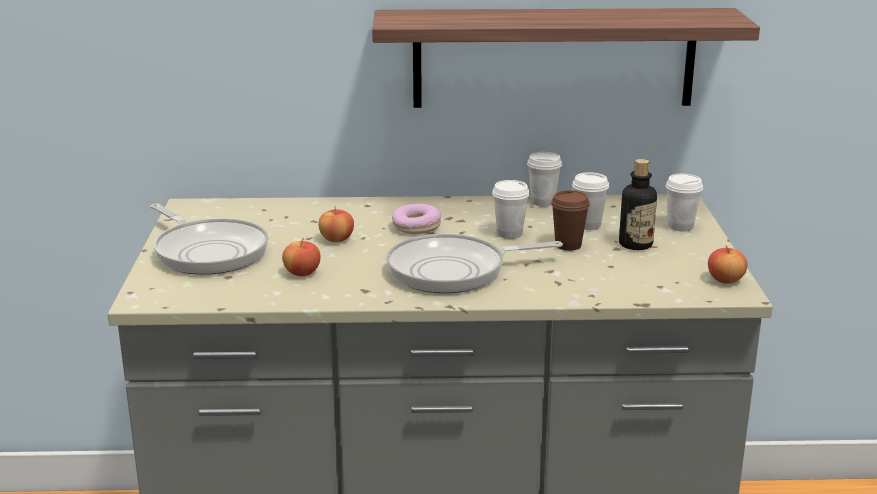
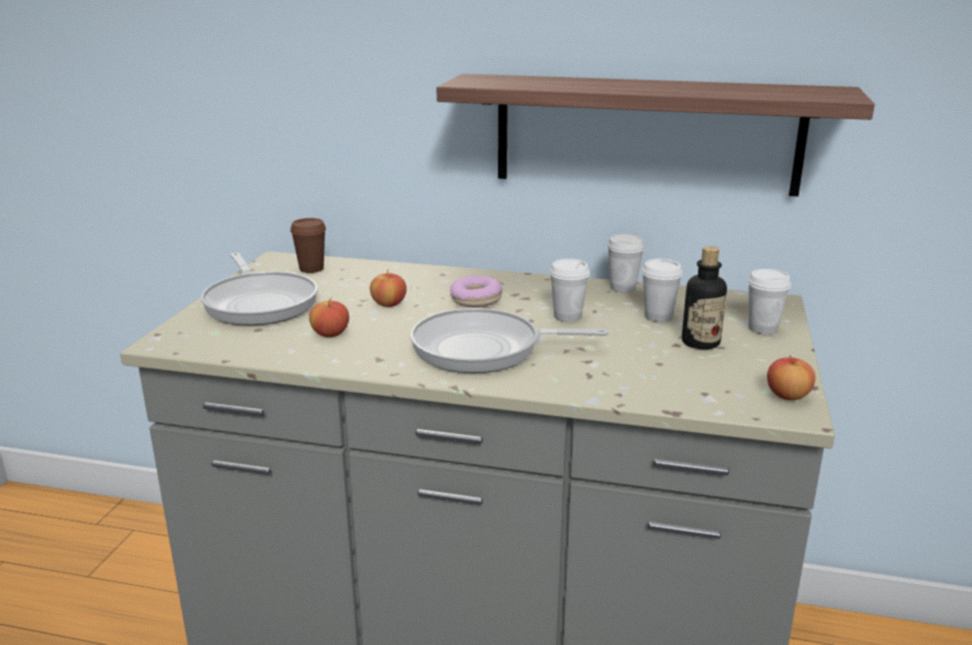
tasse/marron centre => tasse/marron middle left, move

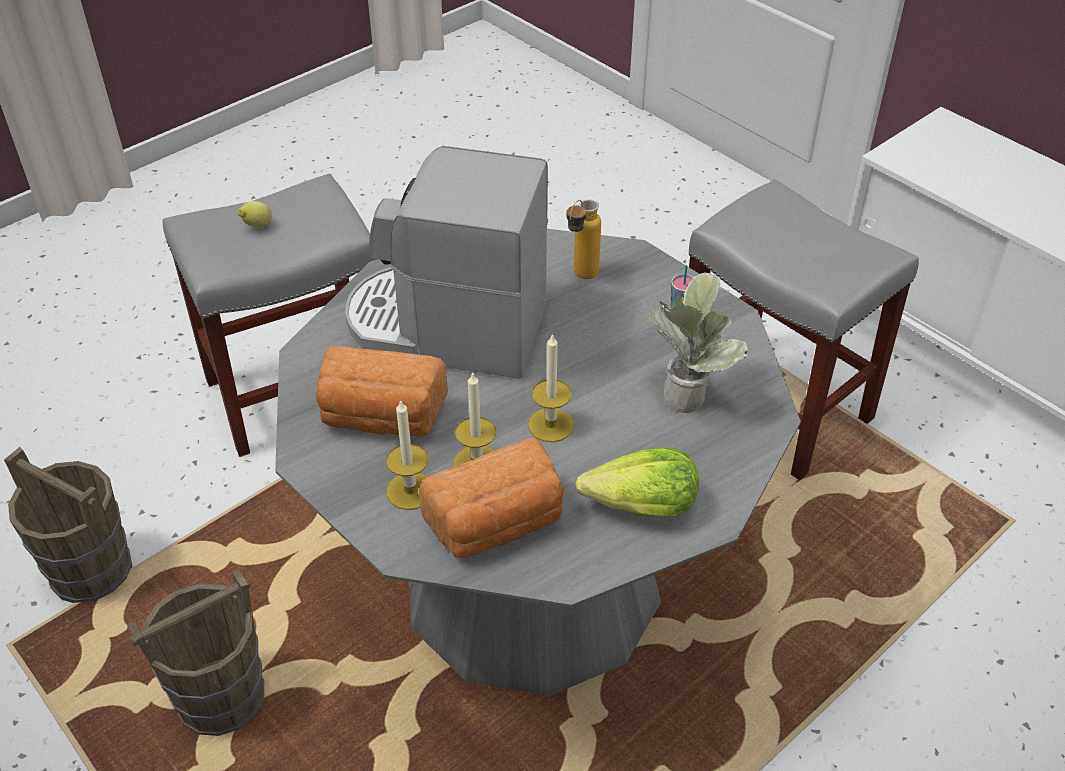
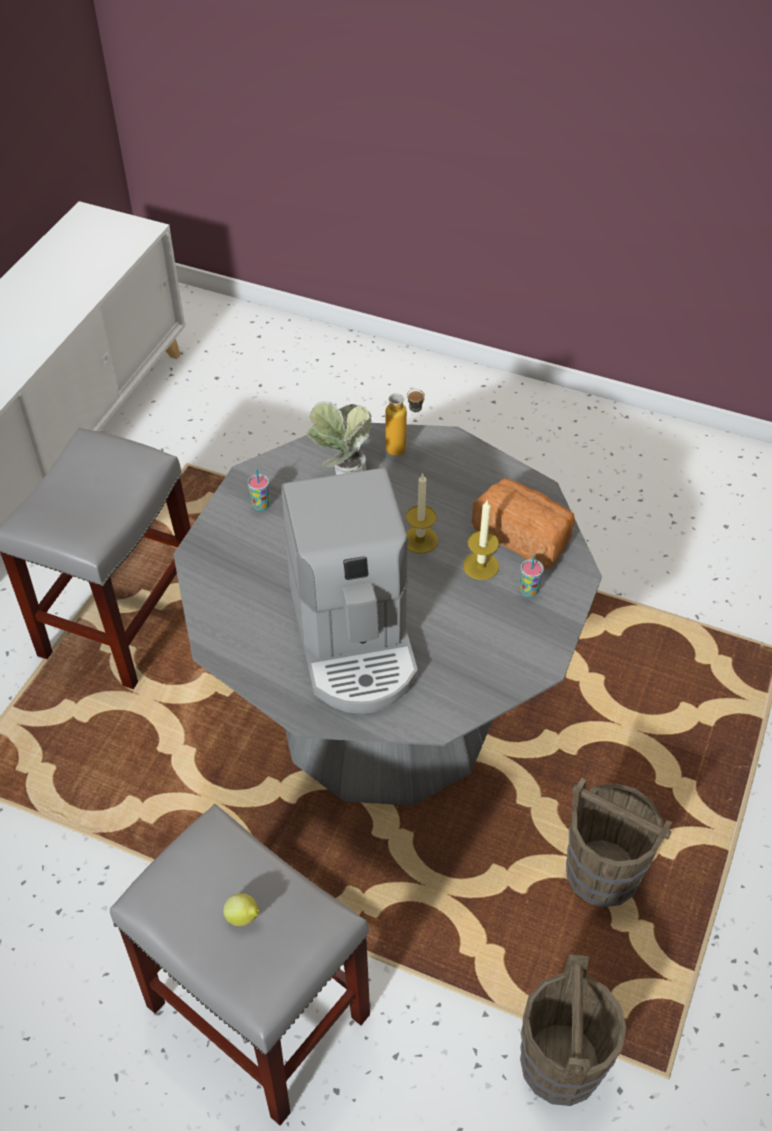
pain (1st from left) centre => nothing
laitue centre => nothing
bouteille top centre => bouteille centre, move
bougie (1st from left) centre => tasse (2nd from left) middle right

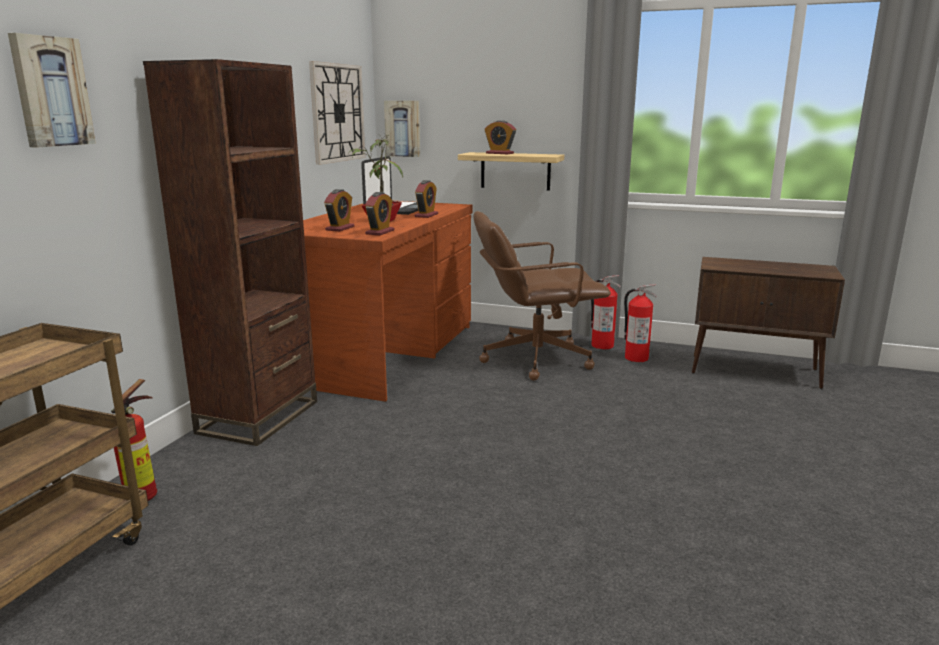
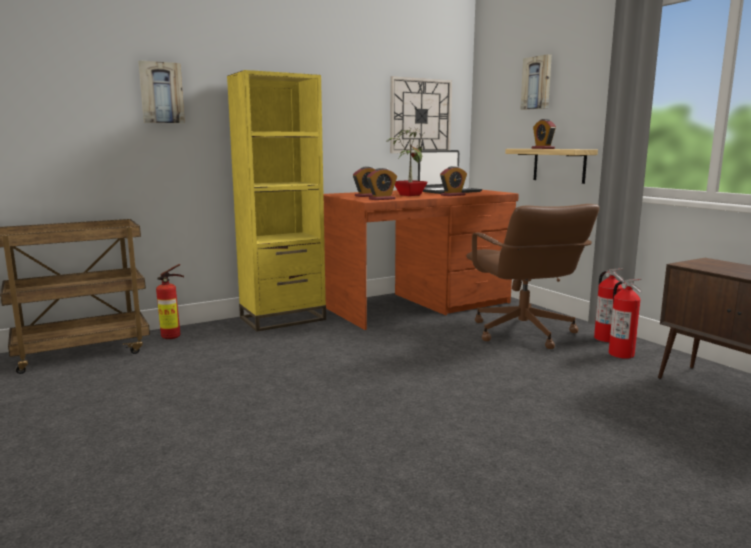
tableau (2nd from left) top centre => tableau (2nd from left) top right, move
bibliothèque/marron middle left => bibliothèque/jaune centre
chaise de bureau/marron centre => chaise de bureau/marron middle right, 135 degrees counterclockwise

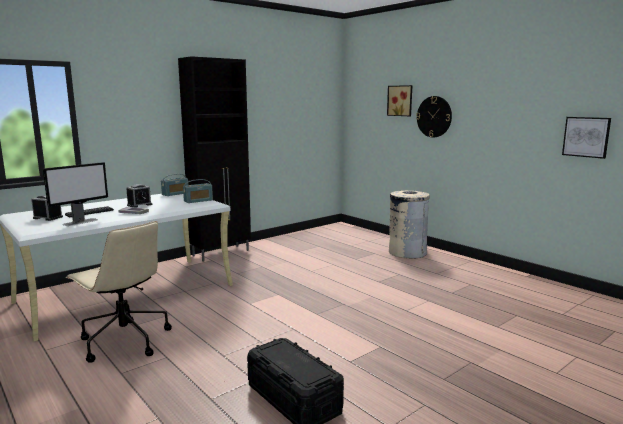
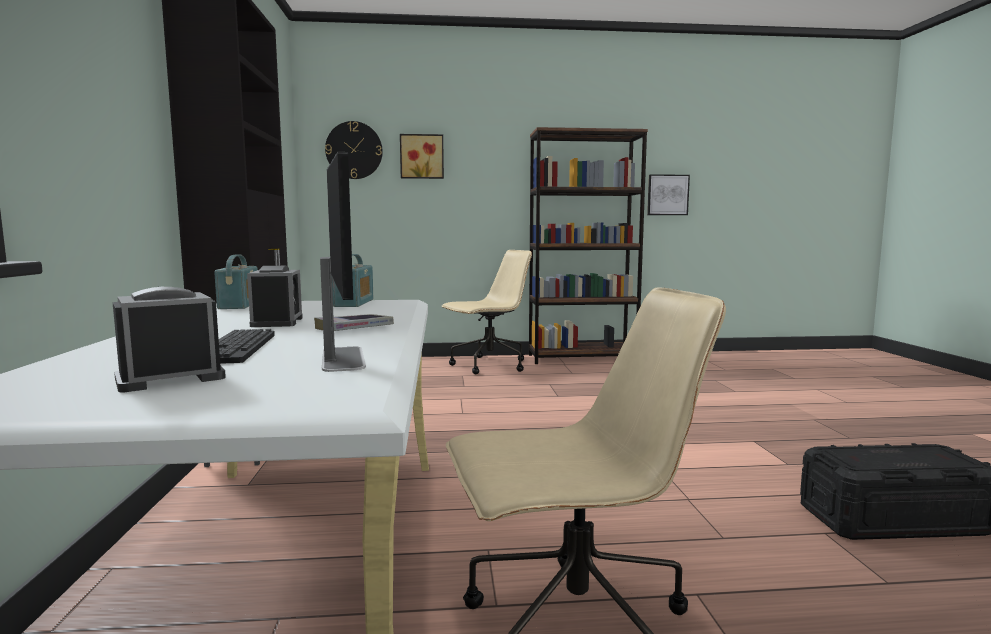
nothing => bibliothèque/marron centre
horloge murale top right => horloge murale top centre, move
poubelle/beige centre => chaise de bureau/beige (1st from left) centre

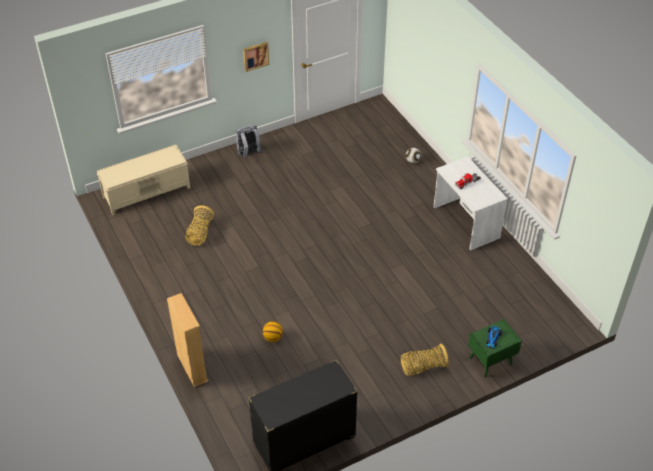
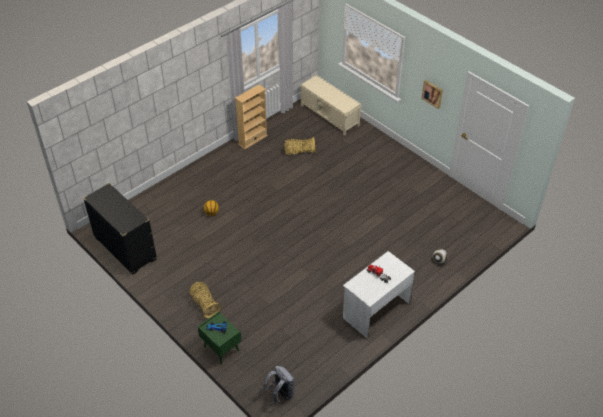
bibliothèque/beige bottom left => bibliothèque/beige top centre, move
sac à dos/gris top centre => sac à dos/gris bottom centre, move

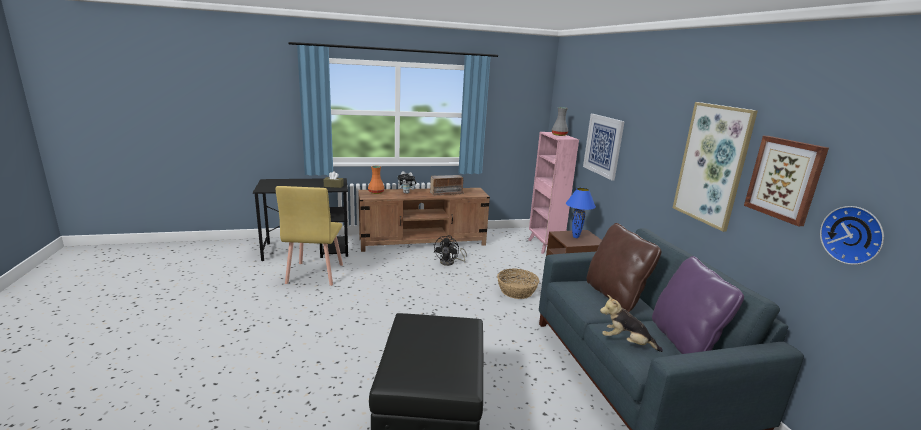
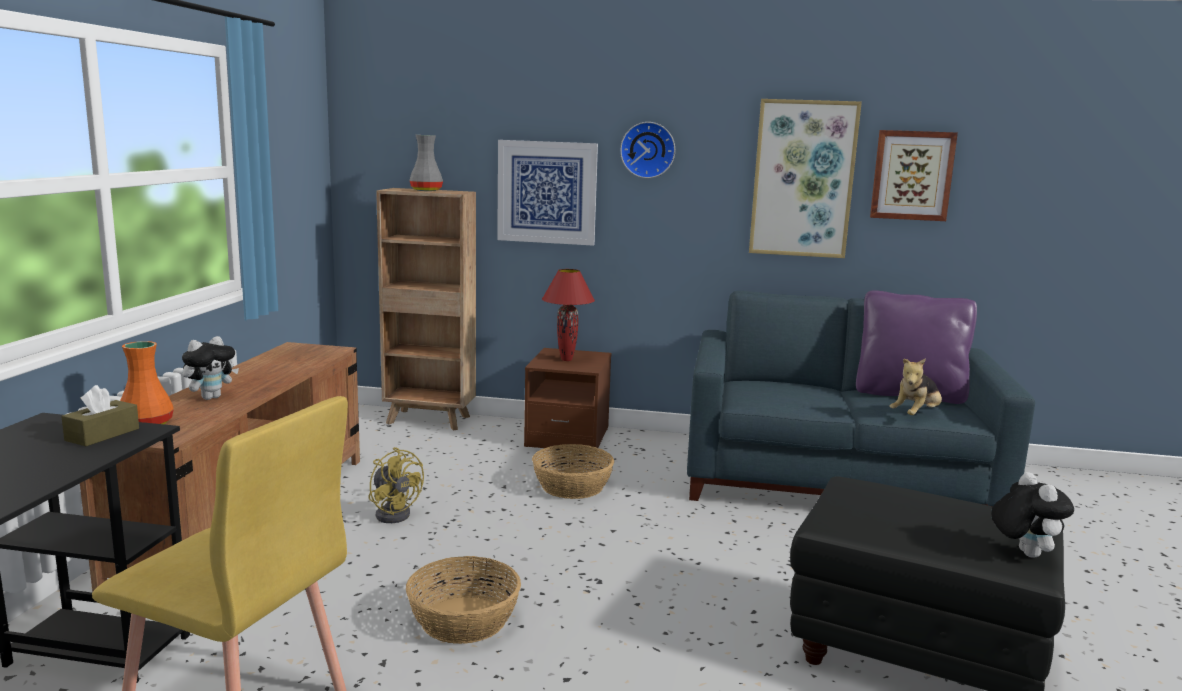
radio centre => nothing
coussin/marron middle right => nothing
nothing => panier (1st from left) bottom centre
nothing => peluche (3rd from left) bottom right
horloge murale middle right => horloge murale top centre, move
ventilateur/noir centre => ventilateur/jaune bottom centre
bibliothèque/rose centre => bibliothèque/marron centre
lampe de table/bleu centre => lampe de table/rouge centre

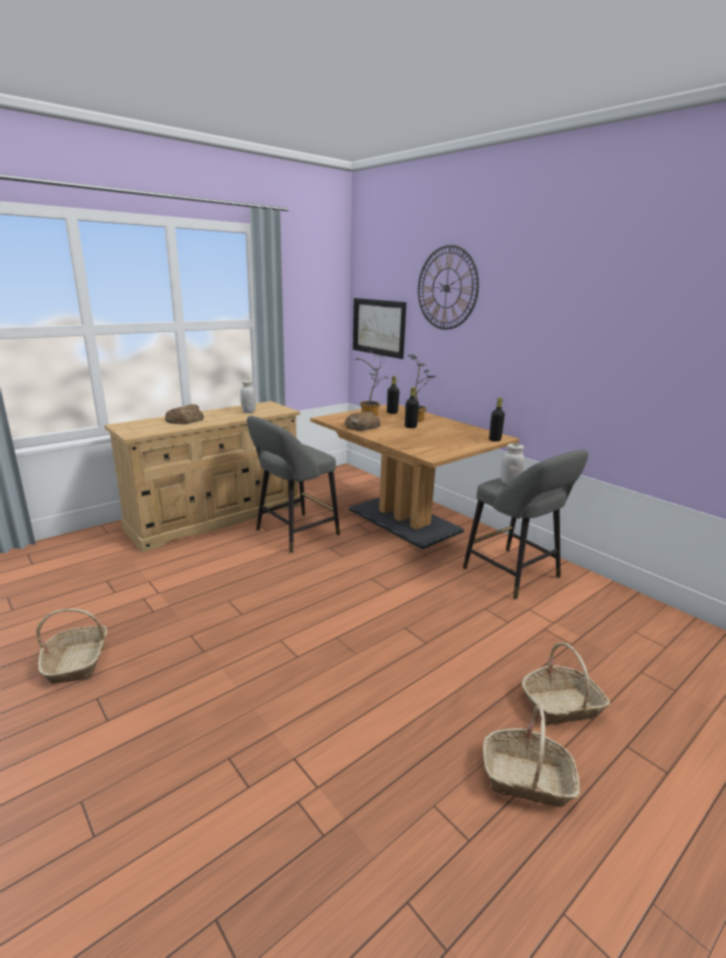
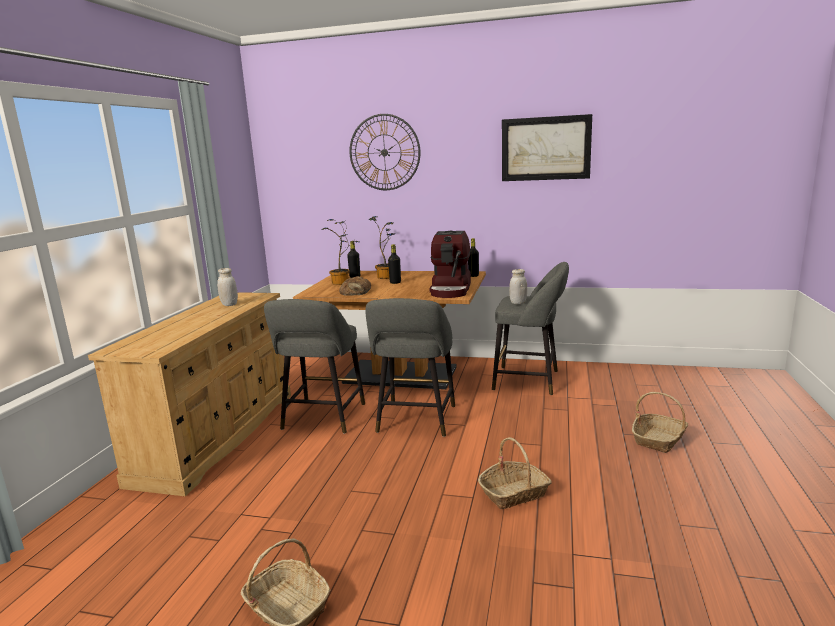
pain (1st from left) middle left => nothing
nothing => tabouret/gris (2nd from left) centre
nothing => machine à café centre
tableau centre => tableau top centre, move
panier (2nd from left) bottom right => panier (2nd from left) bottom centre, move

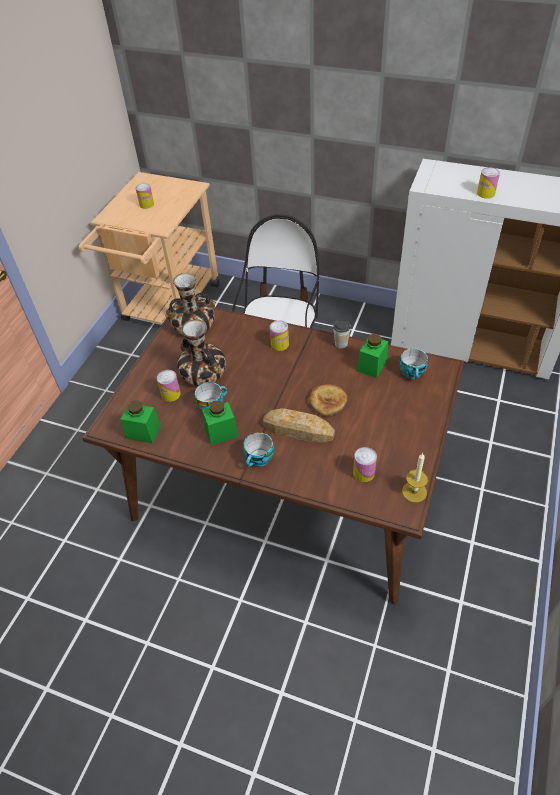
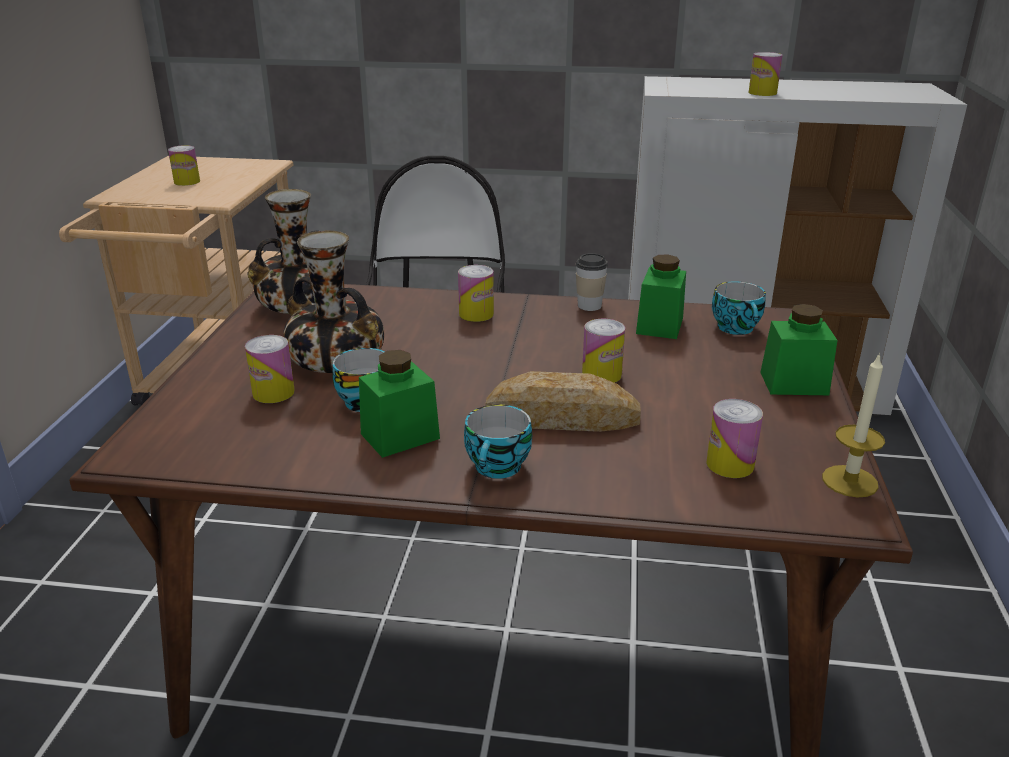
bocal/vert (1st from left in the first image) middle left => bocal/vert (3rd from left) middle right, move
pain (2nd from left) centre => boîte métallique (4th from left) centre

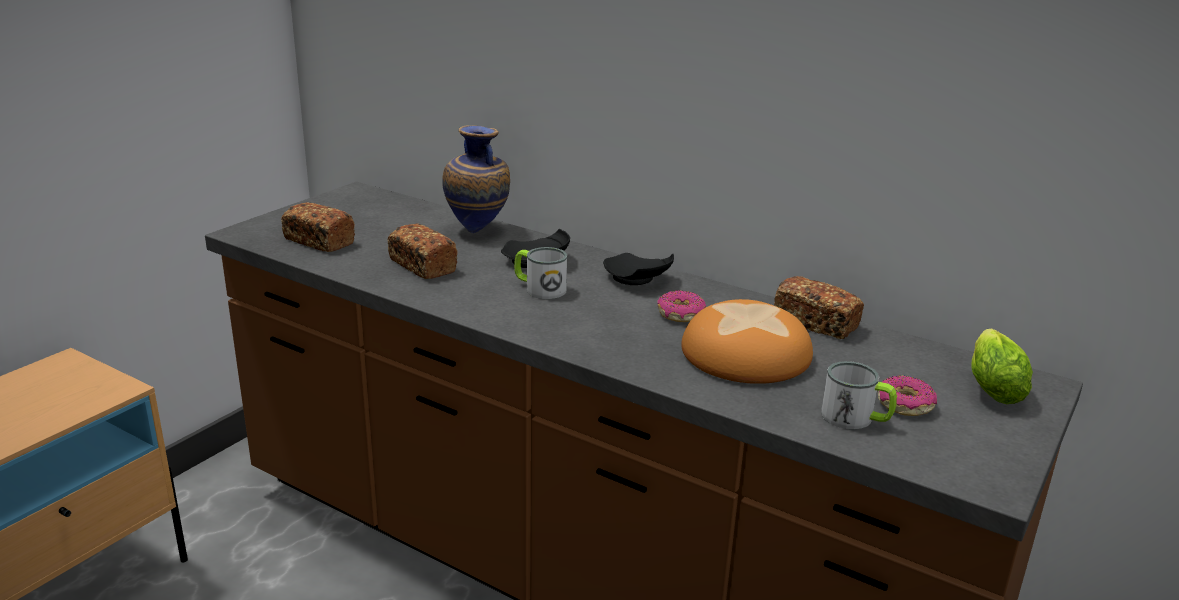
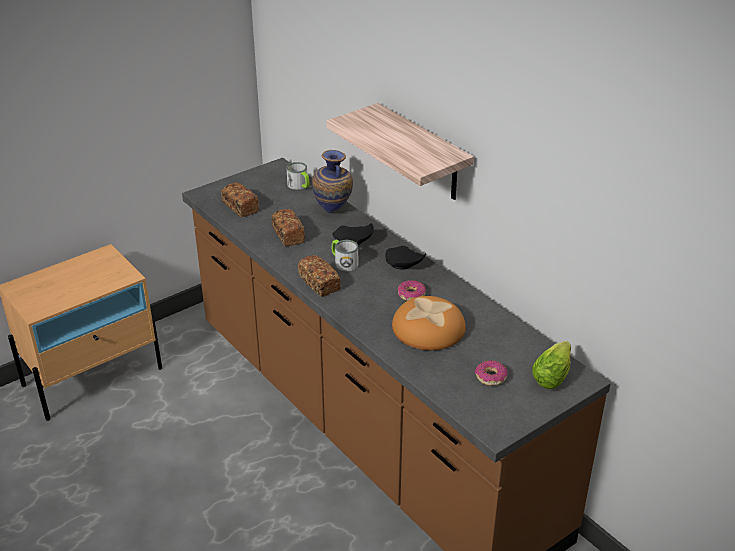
nothing => étagère top centre
pain (4th from left in the first image) middle right => pain (3rd from left) centre, move
mug (2nd from left in the first image) middle right => mug (1st from left) top centre, move

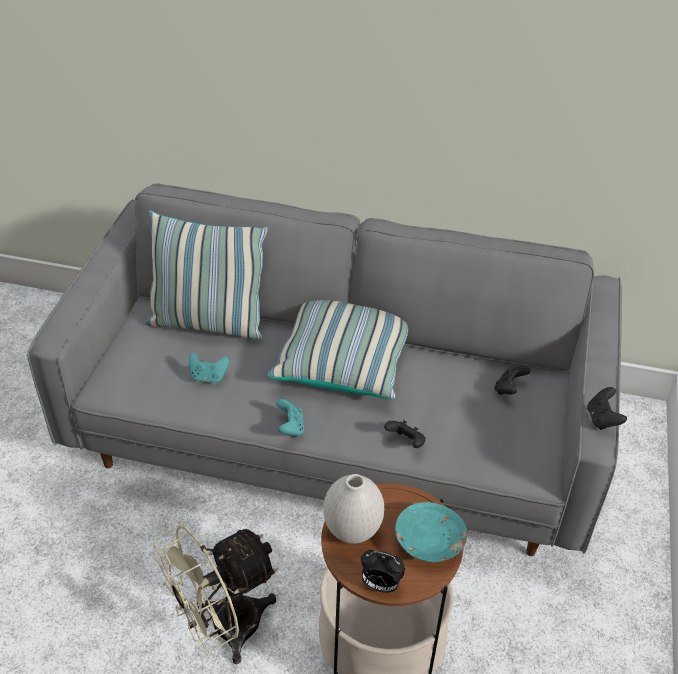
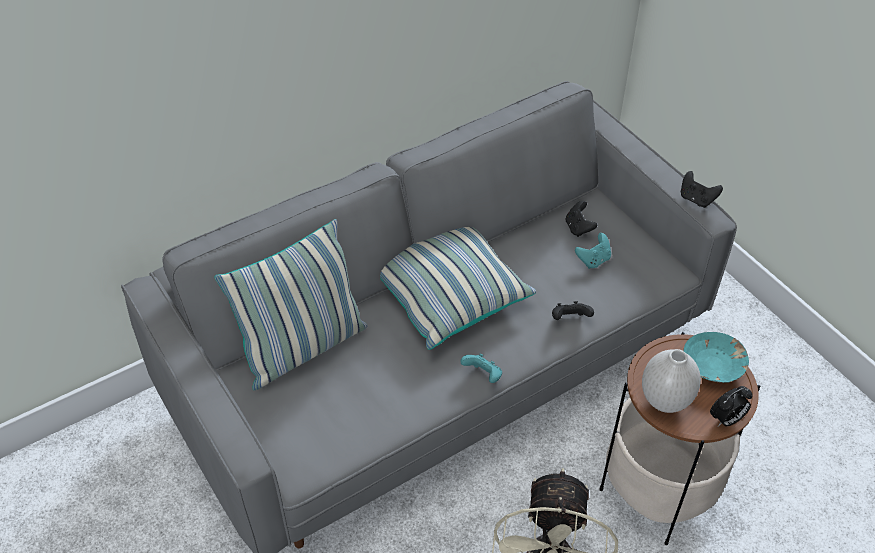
manette/turquoise (1st from left in the first image) middle left => manette/turquoise (2nd from left) middle right, move

